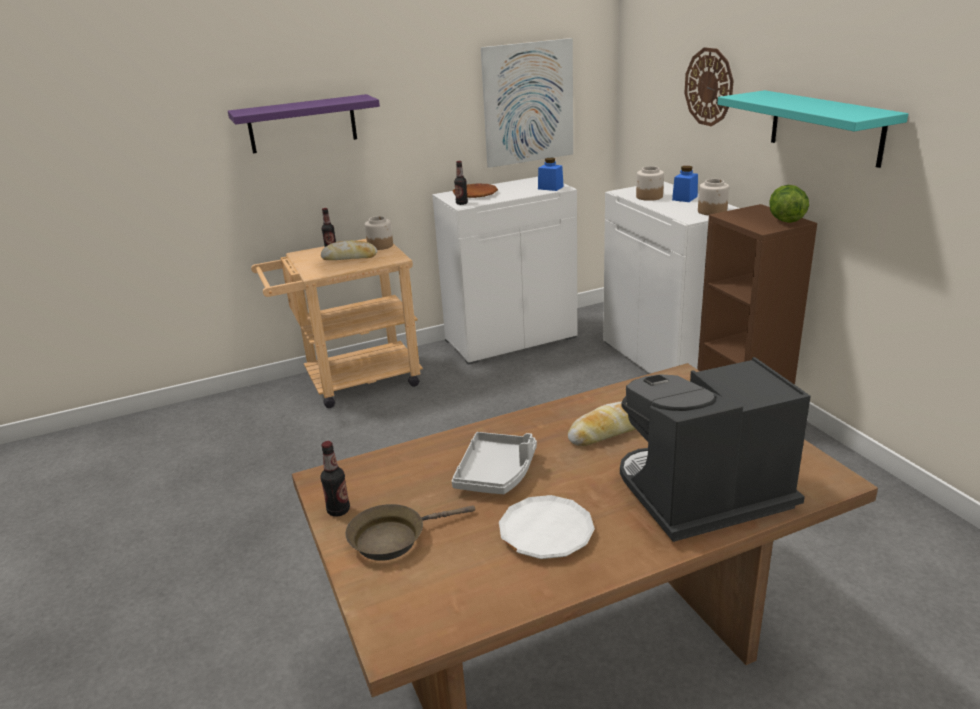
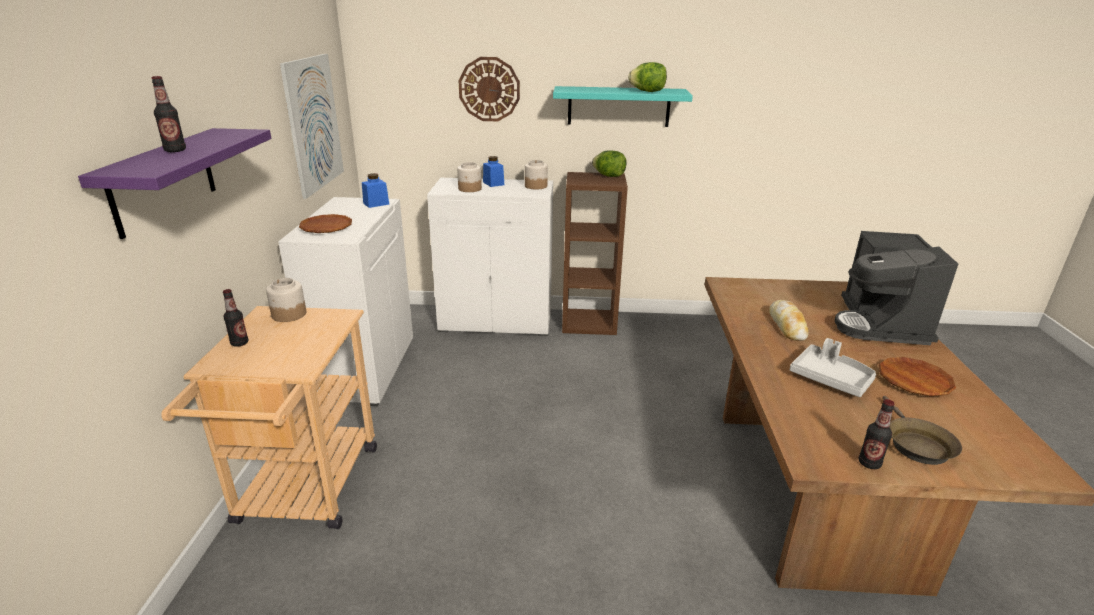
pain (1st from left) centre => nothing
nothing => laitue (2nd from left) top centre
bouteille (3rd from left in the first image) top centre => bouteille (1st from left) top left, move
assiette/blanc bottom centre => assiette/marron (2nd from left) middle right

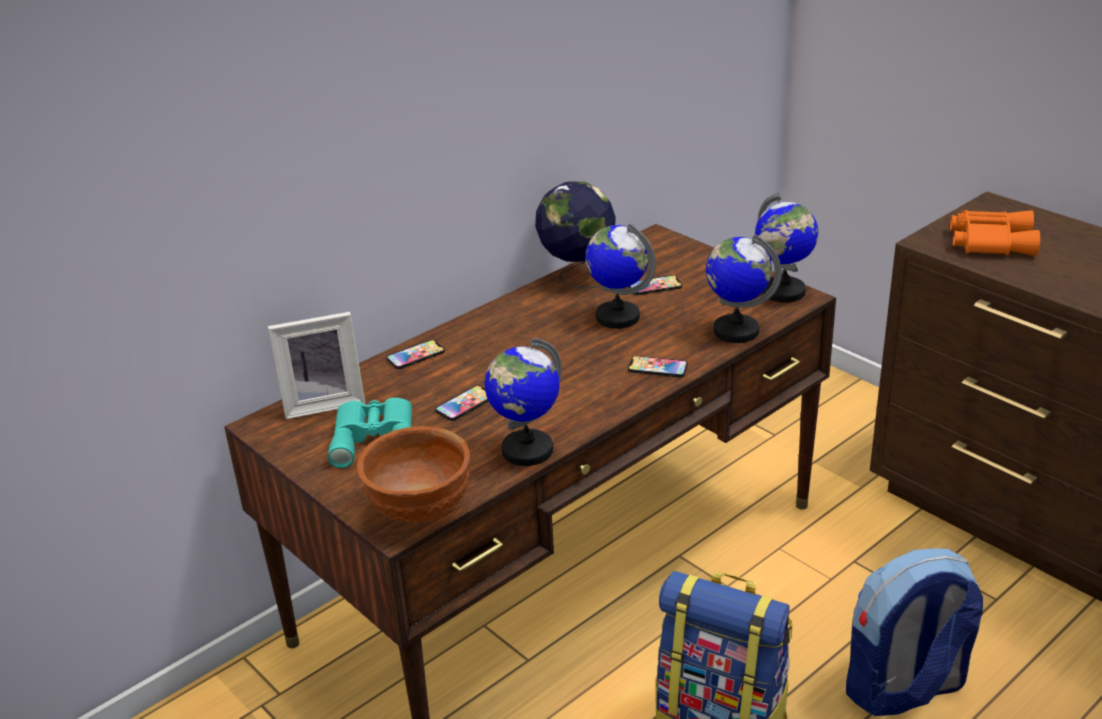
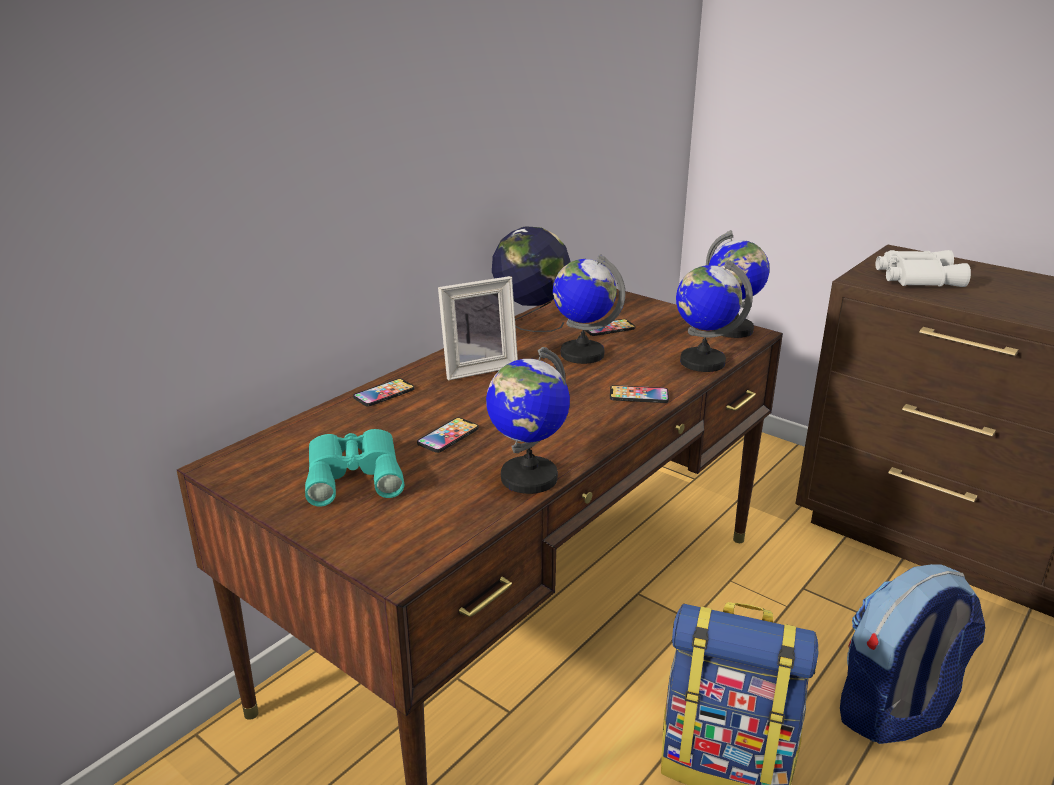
bol/marron centre => nothing
cadre photo middle left => cadre photo centre, move
jumelles/orange top right => jumelles/blanc middle right

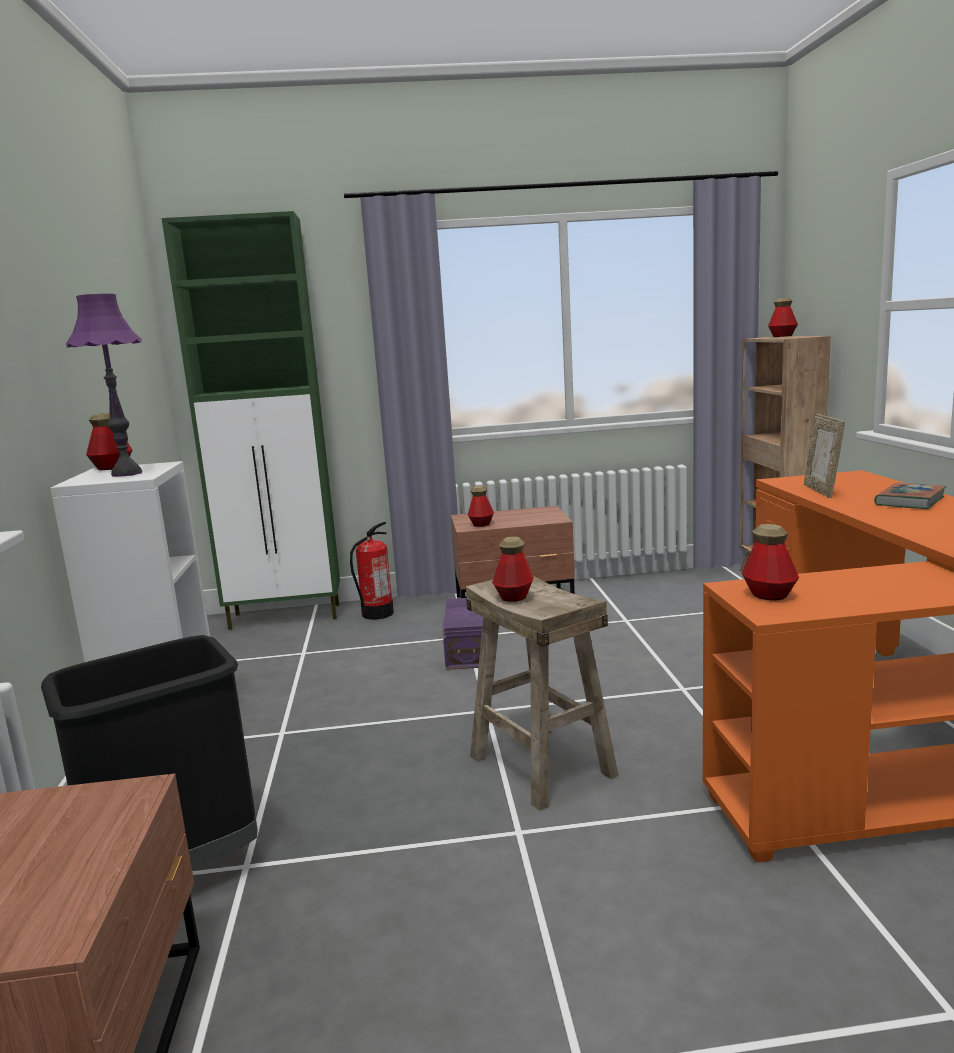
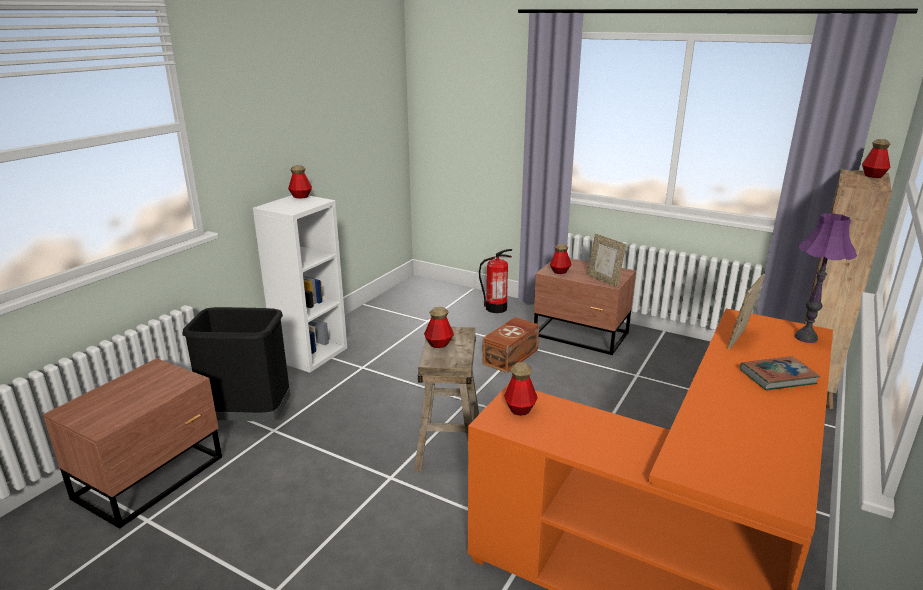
meuble de rangement/vert middle left => nothing
nothing => cadre photo (1st from left) centre
lampe de table/violet middle left => lampe de table/violet middle right, move
boîte de rangement/violet centre => boîte de rangement/marron centre

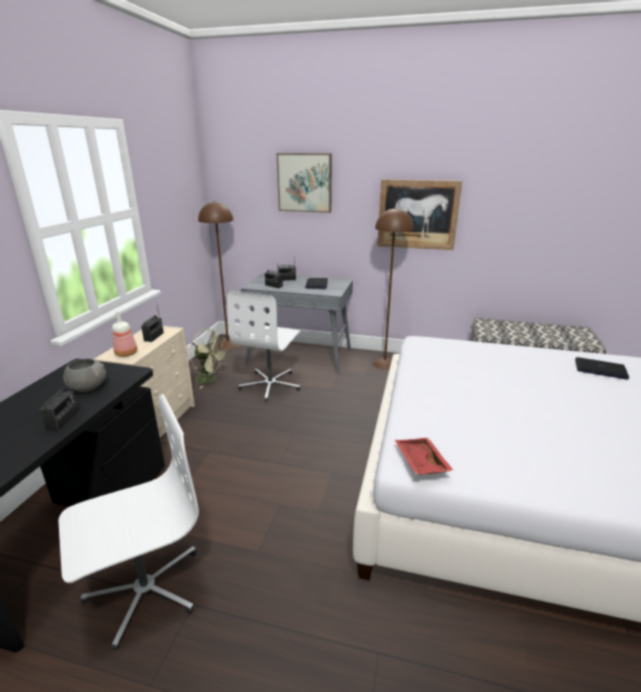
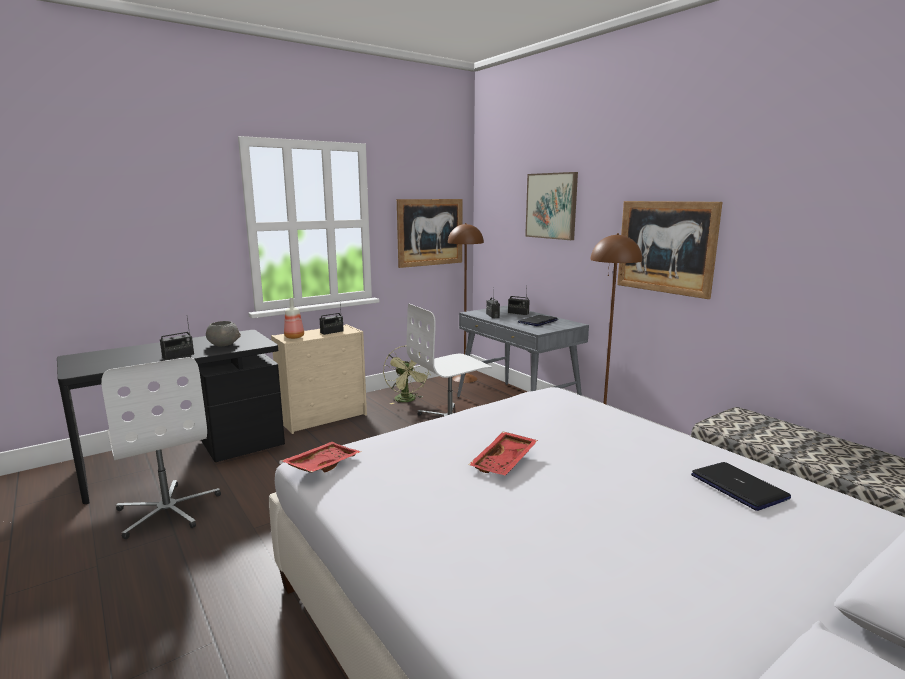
nothing => tableau (1st from left) centre
nothing => plateau/rouge (2nd from left) bottom centre
chaise de bureau/blanc (1st from left) bottom left => chaise de bureau/blanc (1st from left) middle left, 45 degrees clockwise

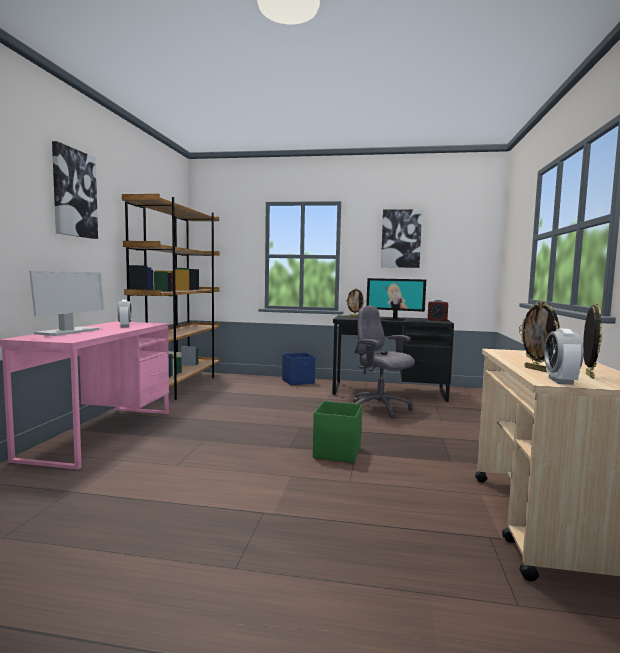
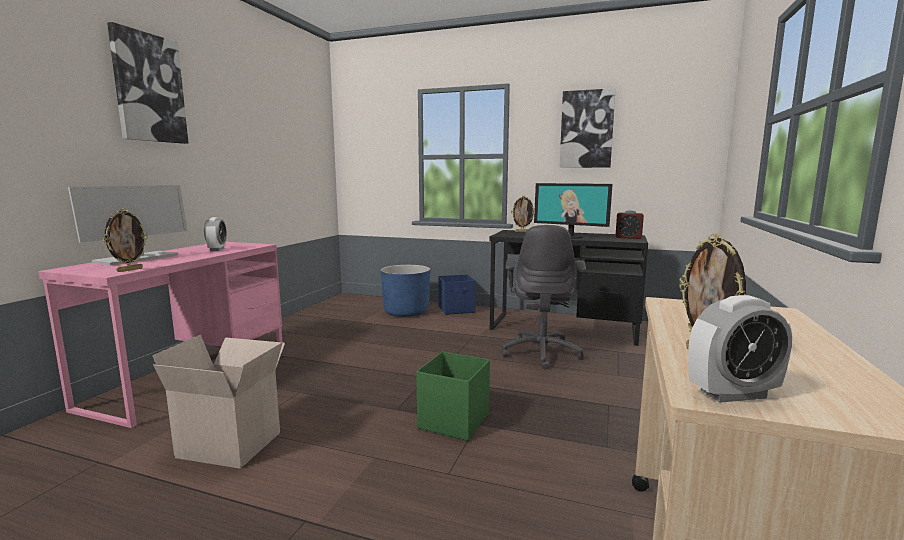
bibliothèque/marron middle left => nothing
nothing => carton bottom left
nothing => cache-pot/bleu centre
cadre photo (3rd from left in the first image) middle right => cadre photo (1st from left) middle left, move
chaise de bureau/gris centre, 135 degrees counterclockwise
réveil (3rd from left) middle right, 120 degrees counterclockwise

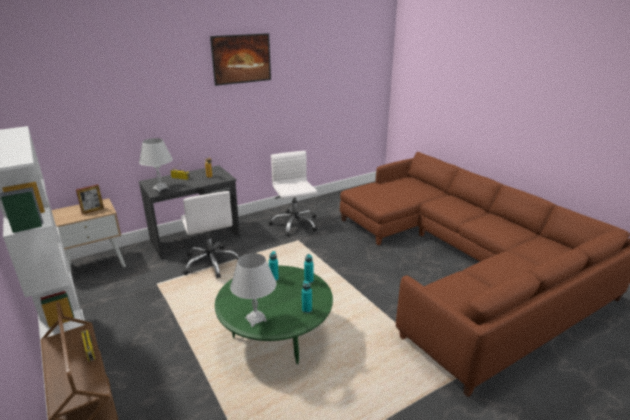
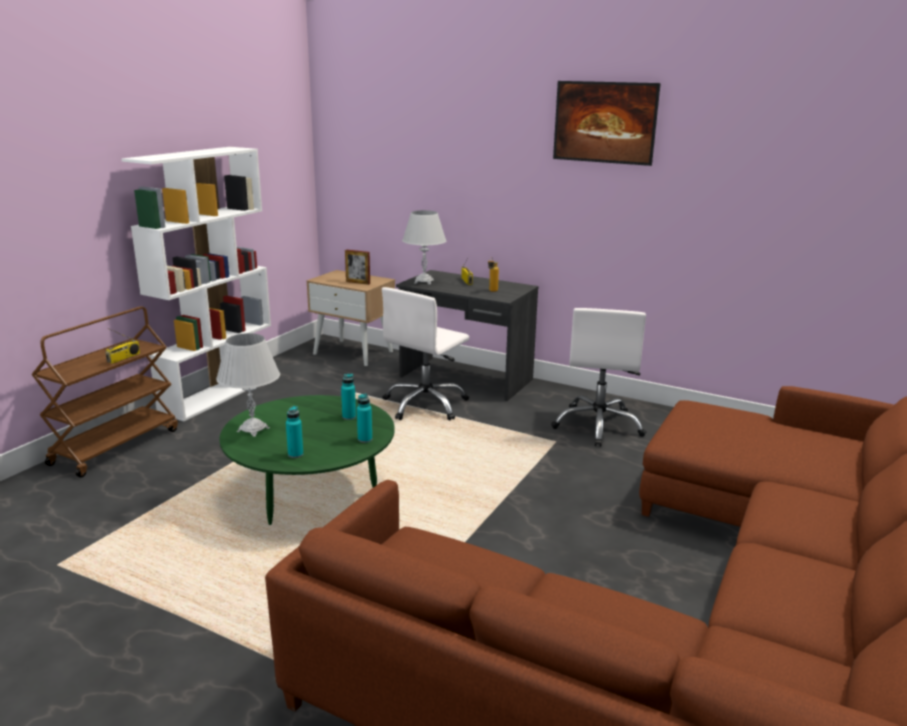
chaise de bureau/blanc (2nd from left) centre, 150 degrees clockwise

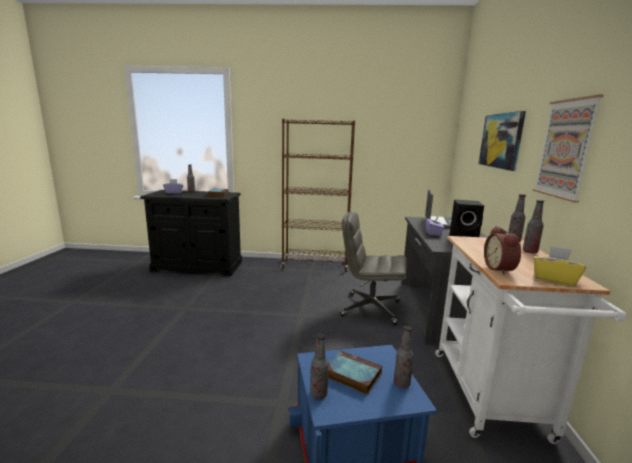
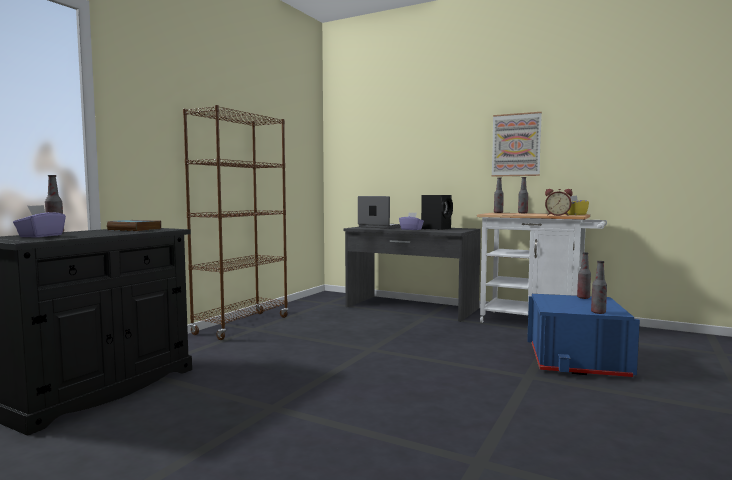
livre (2nd from left) bottom centre => nothing
chaise de bureau/gris centre => nothing
tableau (1st from left) top right => nothing

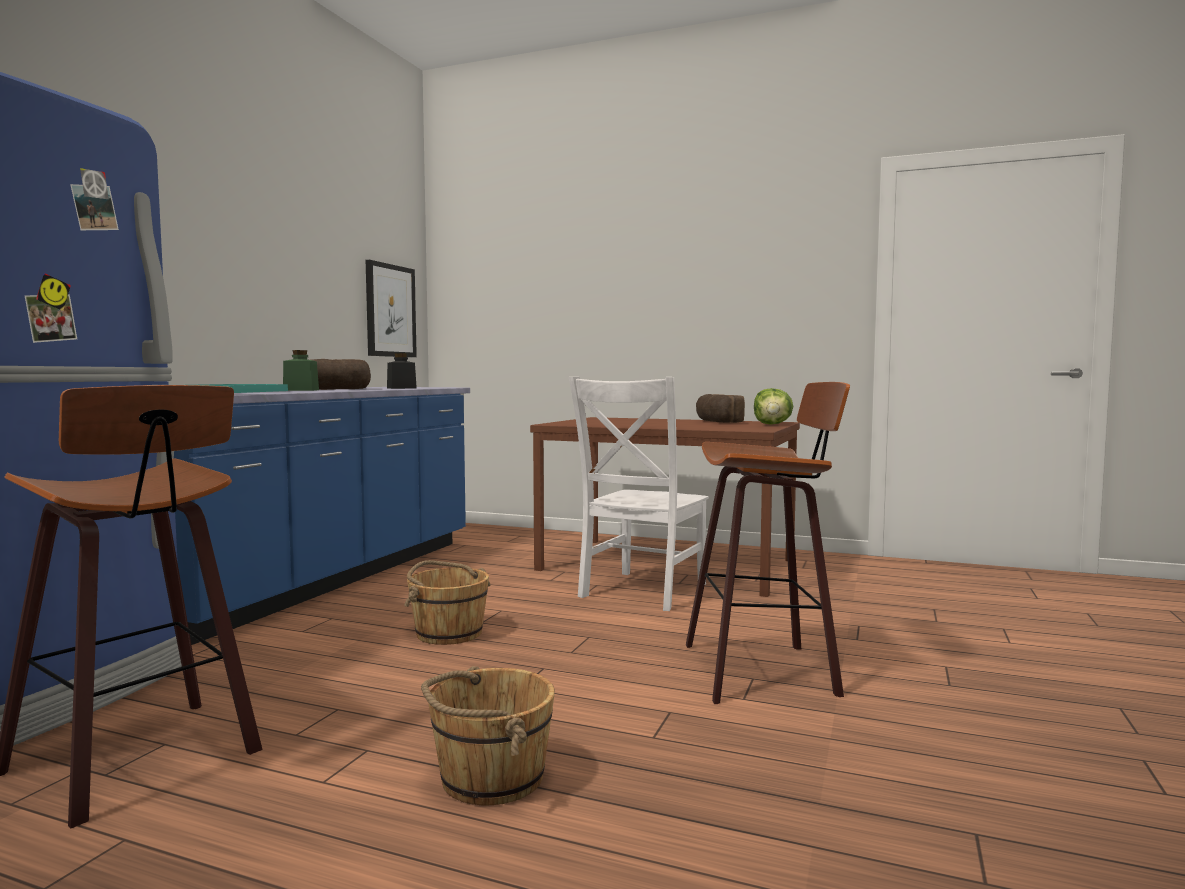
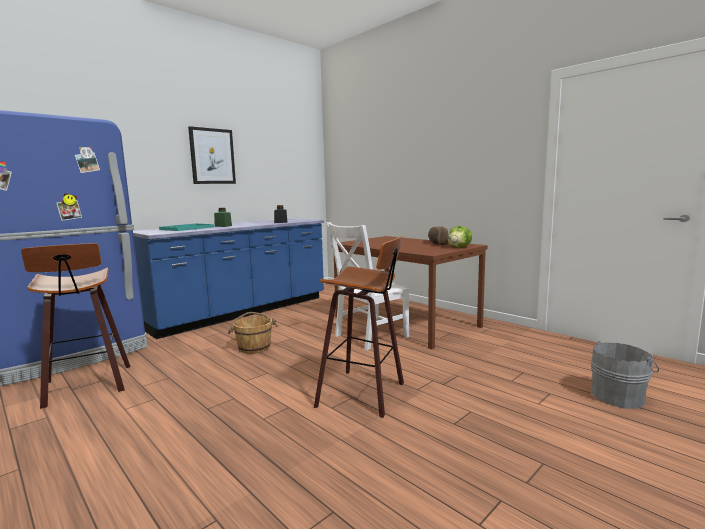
pain (1st from left) middle left => nothing
seau/marron (2nd from left) bottom centre => nothing
nothing => seau/gris bottom right
tableau middle left => tableau top left, move

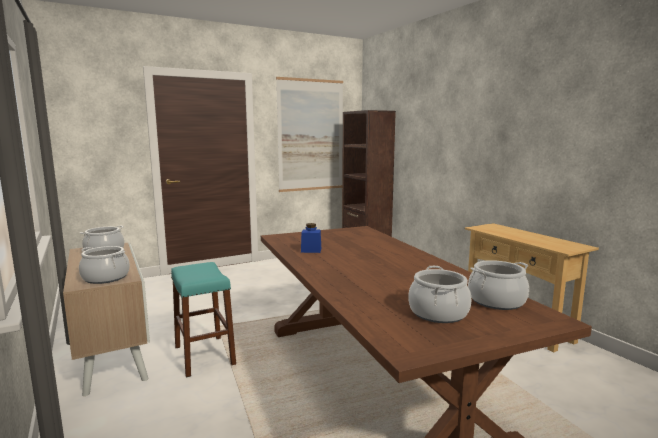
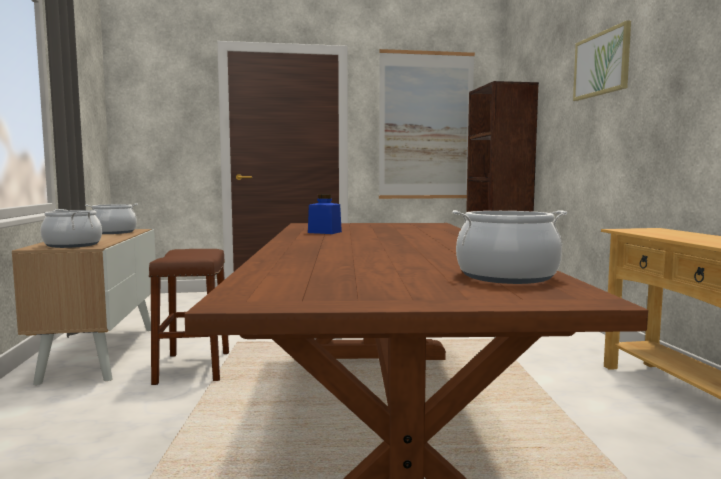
marmite (3rd from left) bottom right => nothing
nothing => tableau (2nd from left) top right
tabouret/turquoise bottom left => tabouret/marron middle left

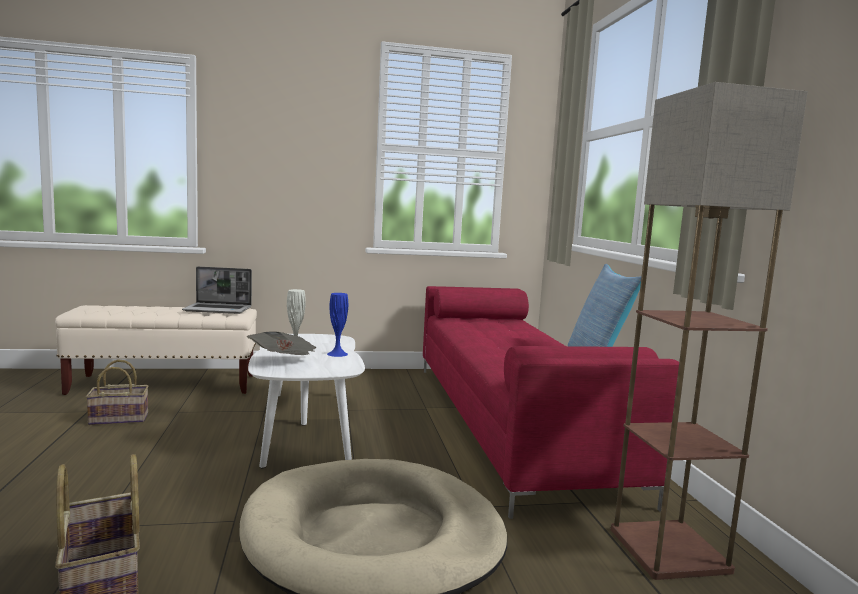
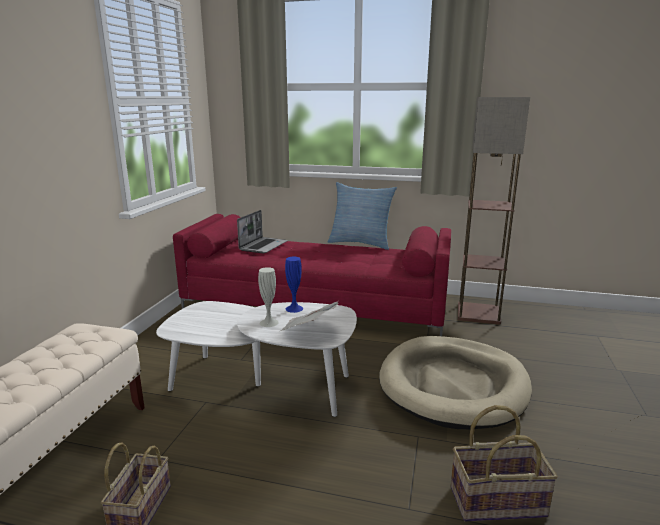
ordinateur portable middle left => ordinateur portable centre, move

